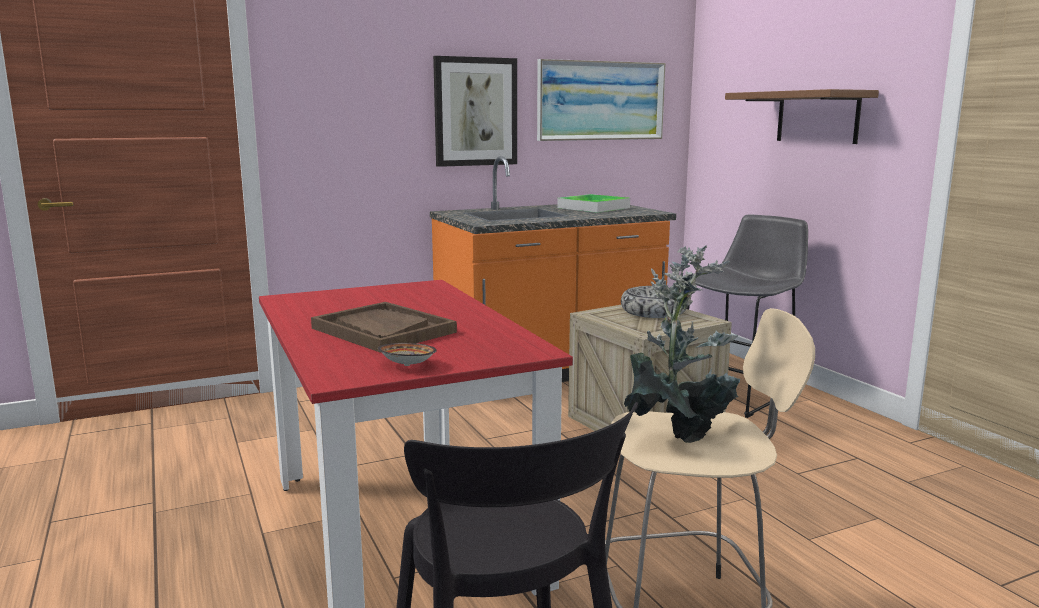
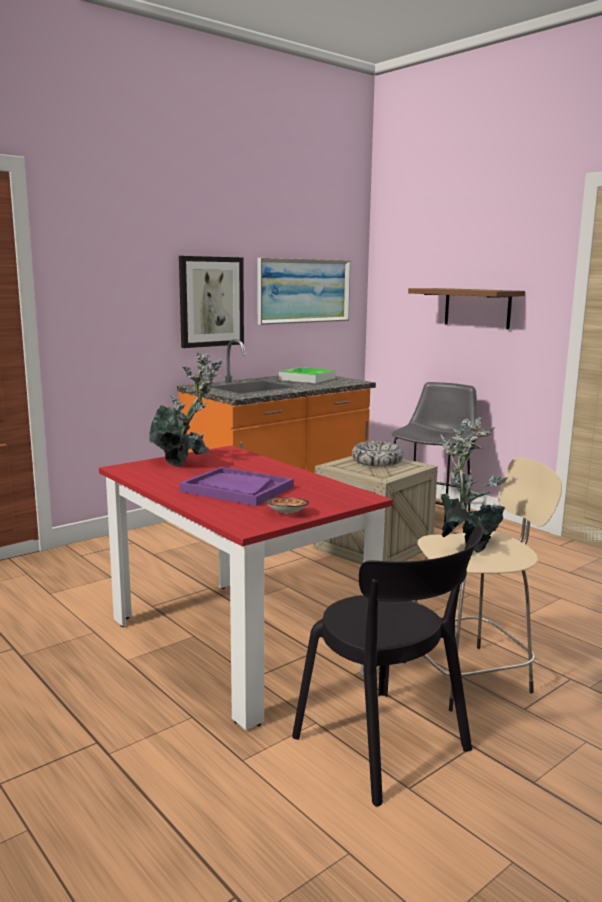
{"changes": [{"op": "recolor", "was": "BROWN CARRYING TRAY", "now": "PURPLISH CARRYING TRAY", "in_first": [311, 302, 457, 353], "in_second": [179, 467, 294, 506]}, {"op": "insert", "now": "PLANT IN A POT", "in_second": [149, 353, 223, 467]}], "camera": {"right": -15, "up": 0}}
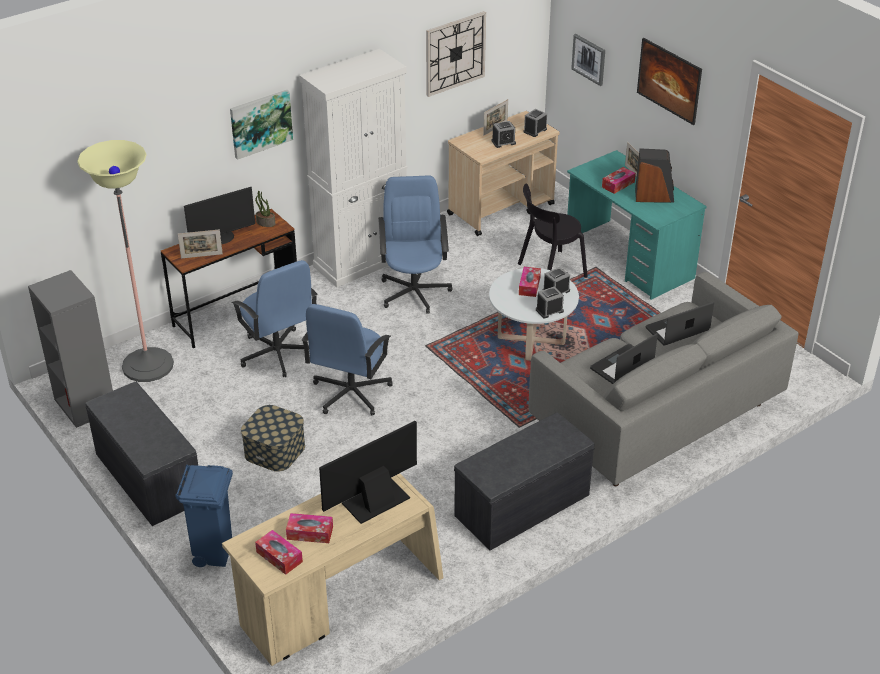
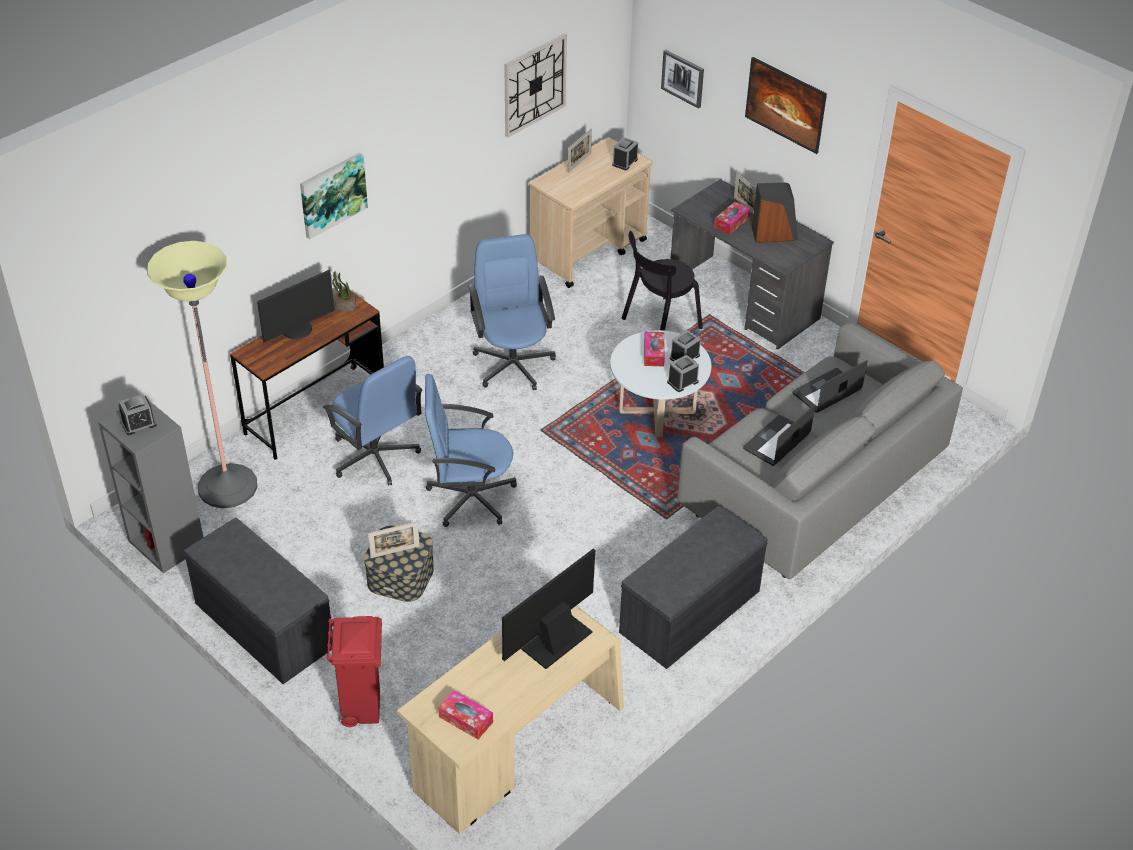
{"changes": [{"op": "recolor", "was": "BLUE-COLOURED RUBBISH BIN", "now": "REDDISH RUBBISH BIN", "in_first": [175, 465, 233, 567], "in_second": [326, 616, 382, 727]}, {"op": "move", "was": "PHOTO FRAME", "in_first": [178, 229, 223, 259], "in_second": [368, 521, 420, 558]}, {"op": "delete", "was": "TISSUE HOLDER", "in_first": [286, 513, 333, 543]}, {"op": "delete", "was": "WHITE STORAGE CABINET", "in_first": [299, 49, 408, 287]}, {"op": "rotate", "was": "BLUE-COLOURED COMPUTER CHAIR", "in_first": [302, 304, 393, 415], "in_second": [425, 374, 517, 527], "clockwise": 75}, {"op": "move", "was": "ALARM CLOCK", "in_first": [492, 121, 516, 148], "in_second": [118, 394, 157, 435]}, {"op": "recolor", "was": "TURQUOISE-COLOURED DESK UNIT", "now": "GRAY DESK UNIT", "in_first": [567, 150, 707, 300], "in_second": [670, 179, 834, 349]}], "camera": {"right": -10, "up": 5}}
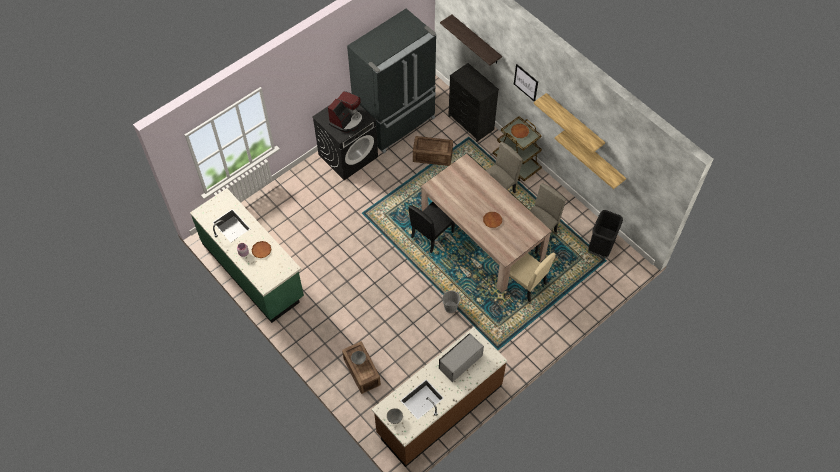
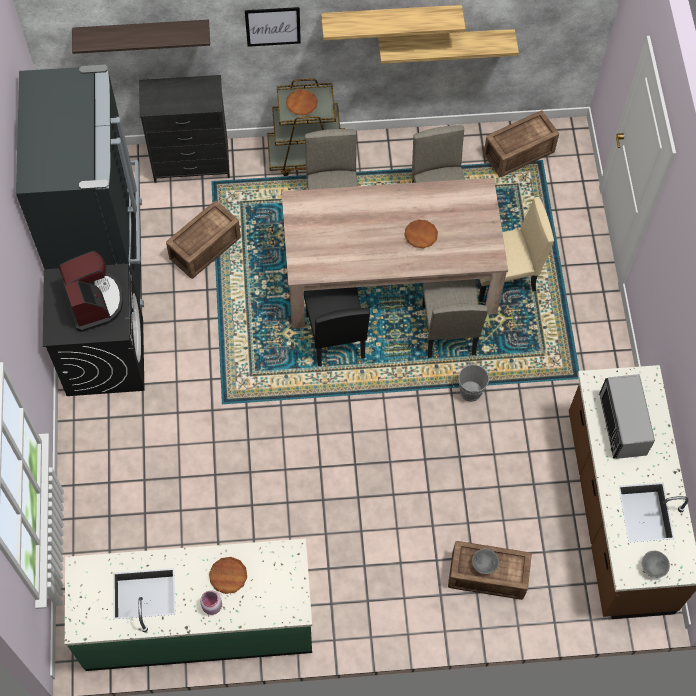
{"changes": [{"op": "replace", "was": "BLACKISH RUBBISH BIN", "now": "SHIPPING CRATE", "in_first": [588, 210, 623, 259], "in_second": [483, 110, 559, 177]}, {"op": "insert", "now": "BEIGE PLAIN CHAIR", "in_second": [422, 279, 488, 358]}], "camera": {"right": -55, "up": 5}}
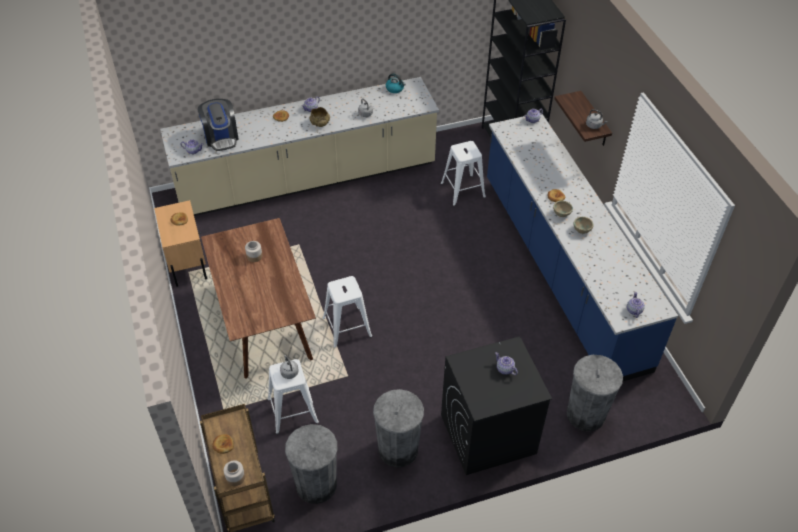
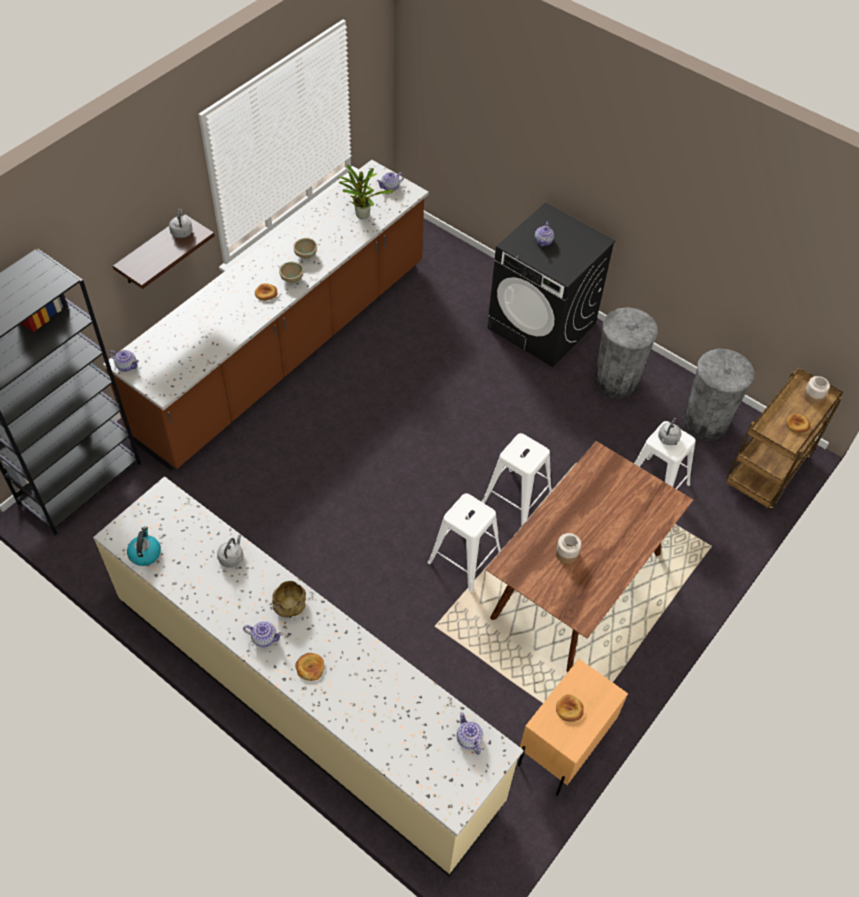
{"changes": [{"op": "delete", "was": "COFFEE BREWER", "in_first": [198, 99, 239, 151]}, {"op": "move", "was": "WHITE STOOL SEAT", "in_first": [441, 141, 486, 206], "in_second": [427, 493, 501, 592]}, {"op": "recolor", "was": "BLUE-COLOURED KITCHEN BASE UNIT", "now": "BROWN KITCHEN BASE UNIT", "in_first": [487, 113, 678, 381], "in_second": [103, 160, 429, 471]}, {"op": "delete", "was": "GRAY RUBBISH BIN", "in_first": [567, 355, 623, 431]}, {"op": "insert", "now": "PLANT IN A POT", "in_second": [338, 165, 393, 219]}], "camera": {"right": -125, "up": 5}}
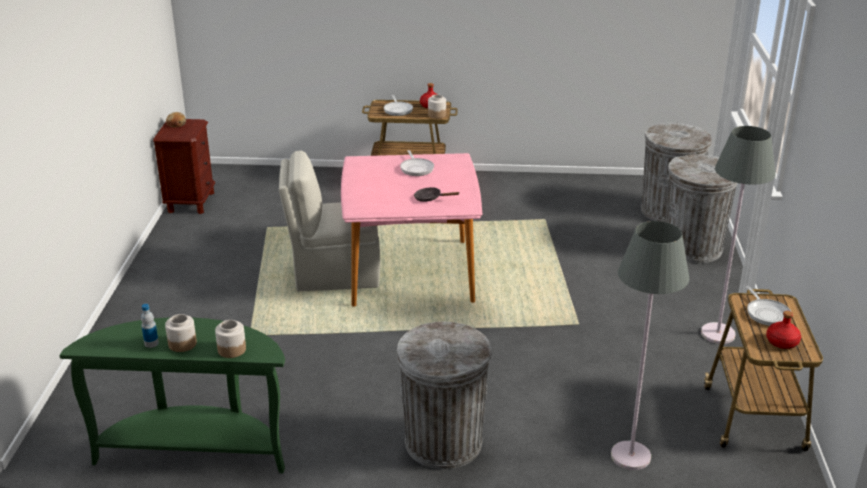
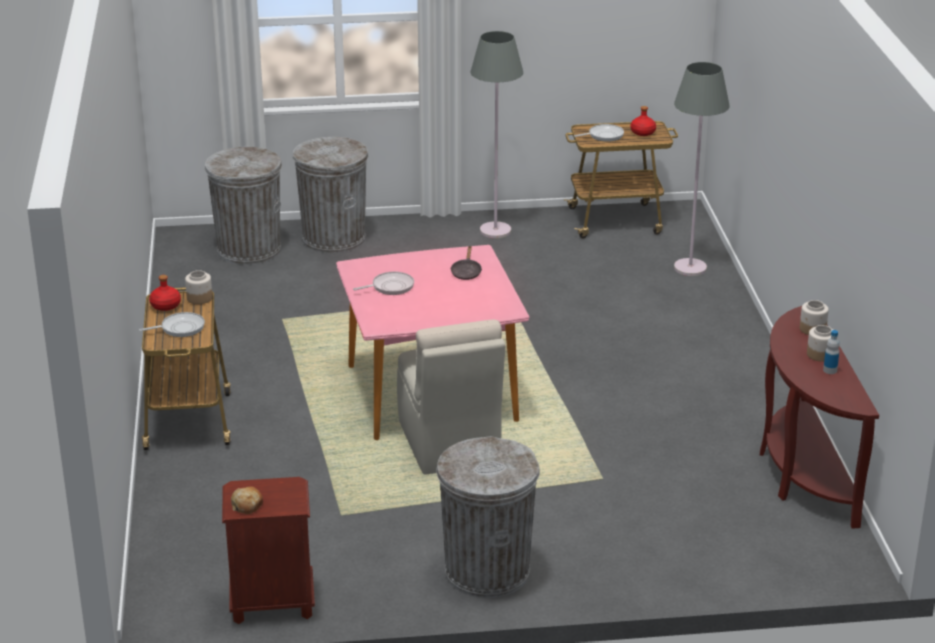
{"changes": [{"op": "recolor", "was": "GREEN-COLOURED HALL TABLE", "now": "BROWN HALL TABLE", "in_first": [59, 317, 285, 473], "in_second": [760, 306, 879, 529]}, {"op": "move", "was": "GRAY RUBBISH BIN", "in_first": [396, 322, 492, 469], "in_second": [436, 436, 540, 598]}], "camera": {"right": -100, "up": 0}}
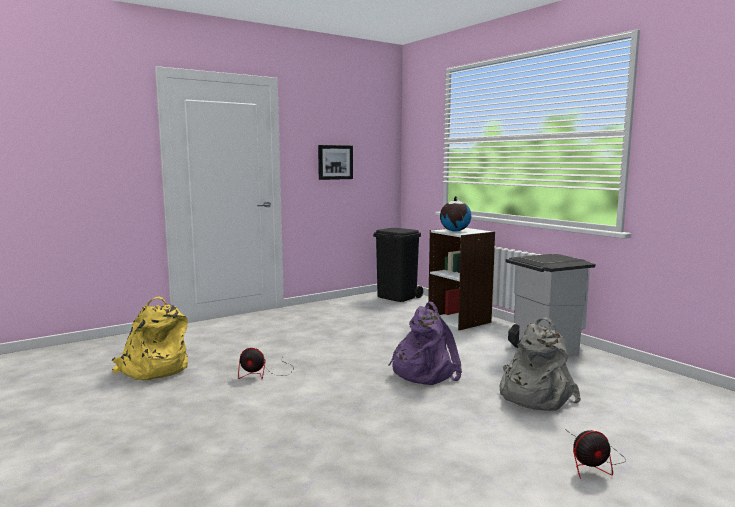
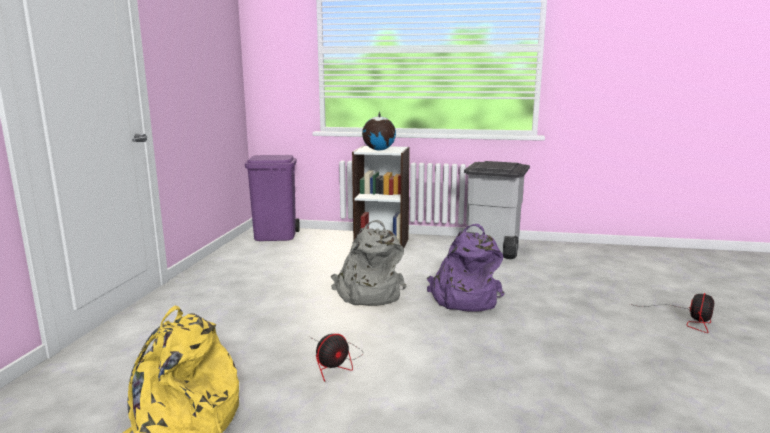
{"changes": [{"op": "delete", "was": "PICTURE", "in_first": [318, 145, 353, 180]}, {"op": "recolor", "was": "BLACKISH RUBBISH BIN", "now": "PURPLISH RUBBISH BIN", "in_first": [373, 228, 423, 302], "in_second": [245, 155, 300, 241]}, {"op": "move", "was": "GRAY BACKPACK", "in_first": [499, 317, 581, 411], "in_second": [331, 220, 407, 306]}], "camera": {"right": -45, "up": 5}}
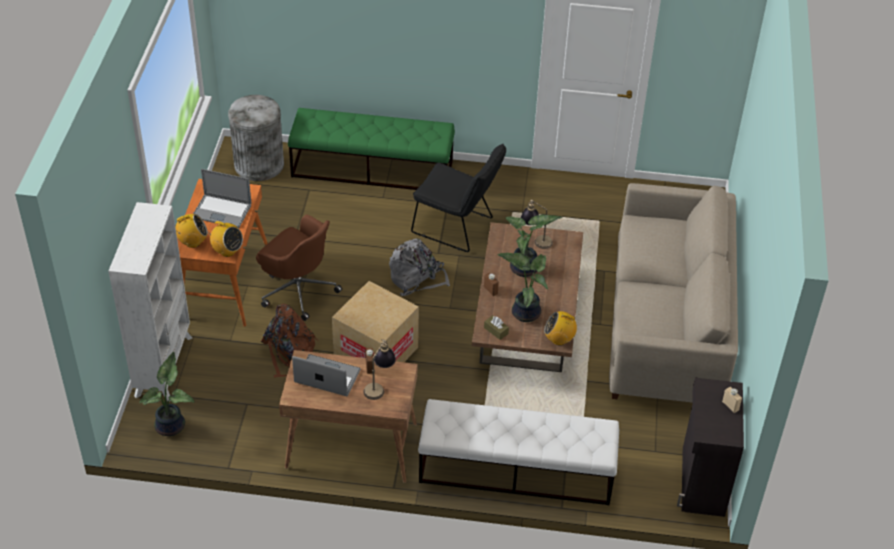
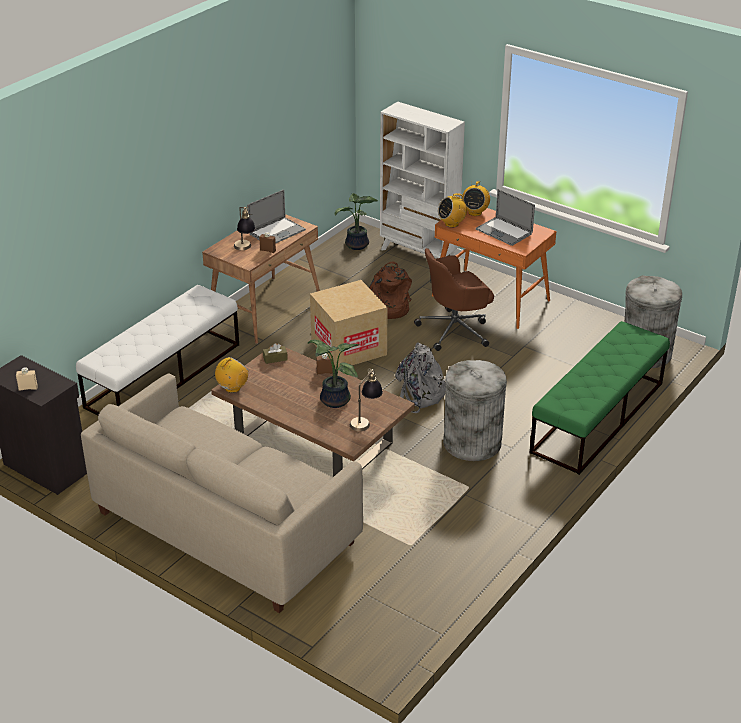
{"changes": [{"op": "rotate", "was": "NOTEBOOK COMPUTER", "in_first": [193, 169, 251, 228], "in_second": [476, 189, 535, 246], "clockwise": -90}, {"op": "replace", "was": "BLACKISH PLAIN CHAIR", "now": "GRAY RUBBISH BIN", "in_first": [411, 143, 506, 252], "in_second": [443, 360, 507, 461]}, {"op": "delete", "was": "PLANT IN A POT", "in_first": [497, 253, 548, 322]}], "camera": {"right": 120, "up": -10}}
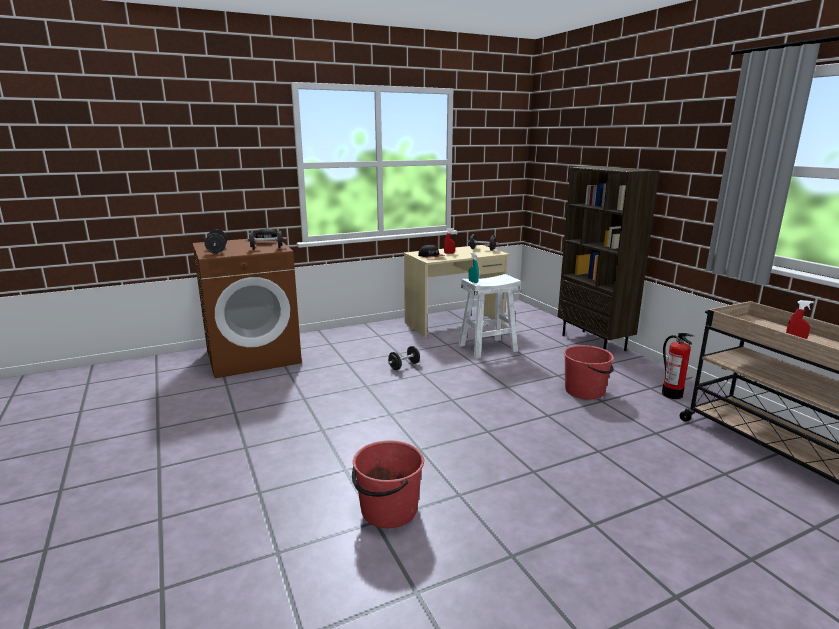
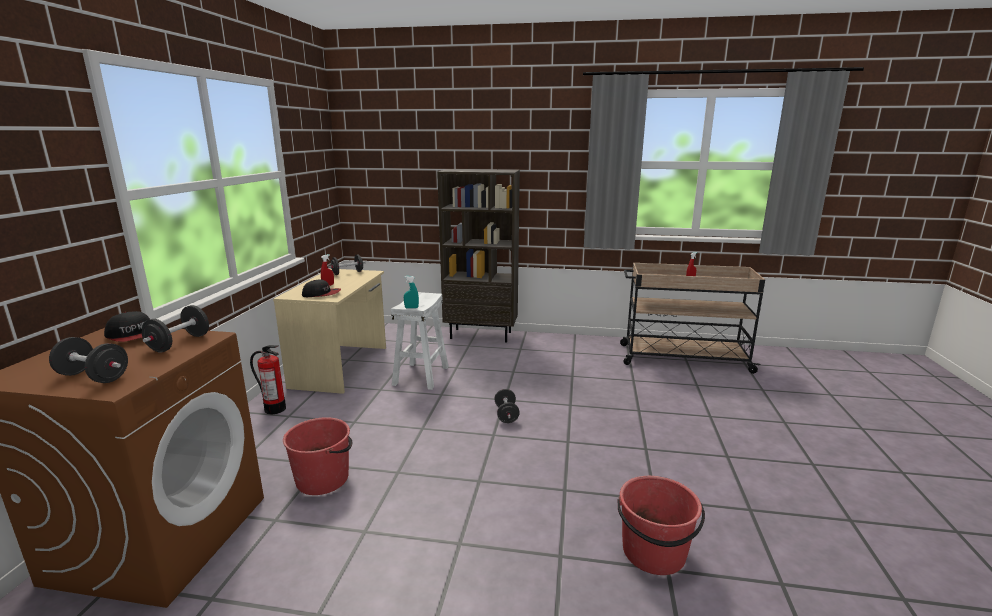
{"changes": [{"op": "move", "was": "BLACKISH DUMBBELL", "in_first": [388, 346, 420, 370], "in_second": [494, 389, 520, 423]}, {"op": "move", "was": "REDDISH WATER BUCKET", "in_first": [564, 345, 614, 399], "in_second": [283, 417, 353, 495]}, {"op": "move", "was": "FIRE-FIGHTING CYLINDER", "in_first": [662, 333, 694, 399], "in_second": [250, 345, 286, 414]}], "camera": {"right": -55, "up": 0}}
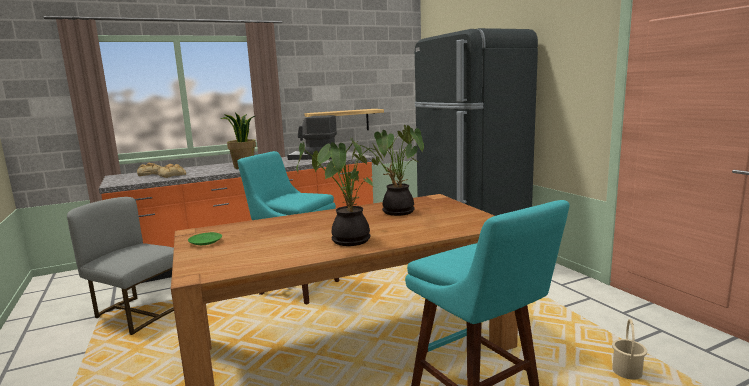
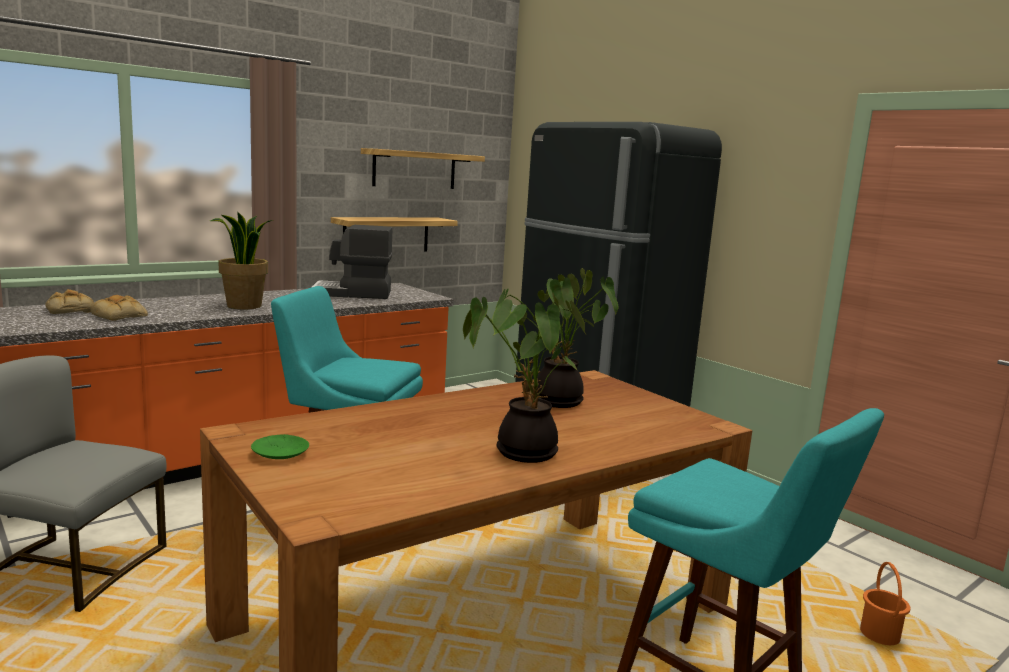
{"changes": [{"op": "recolor", "was": "BEIGE WATER BUCKET", "now": "ORANGE-COLOURED WATER BUCKET", "in_first": [612, 319, 647, 380], "in_second": [860, 562, 911, 645]}, {"op": "insert", "now": "SHELF", "in_second": [361, 148, 485, 189]}], "camera": {"right": -15, "up": 0}}
